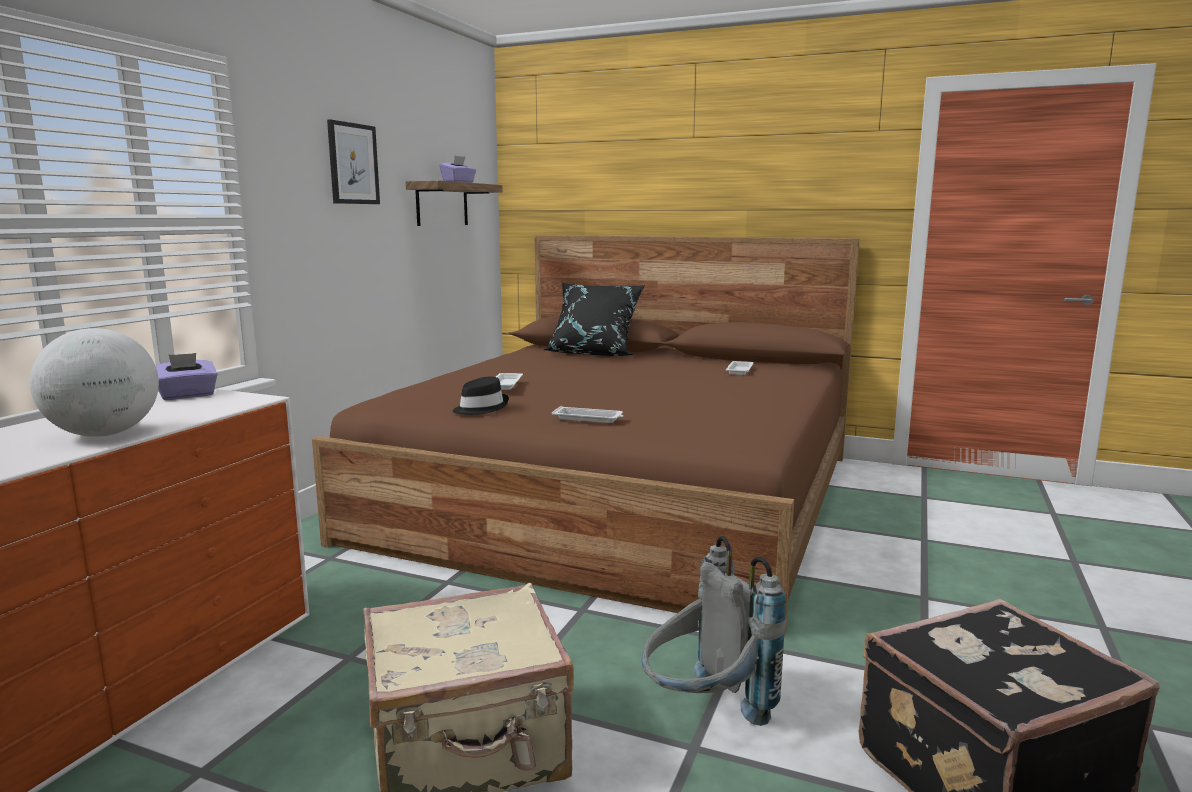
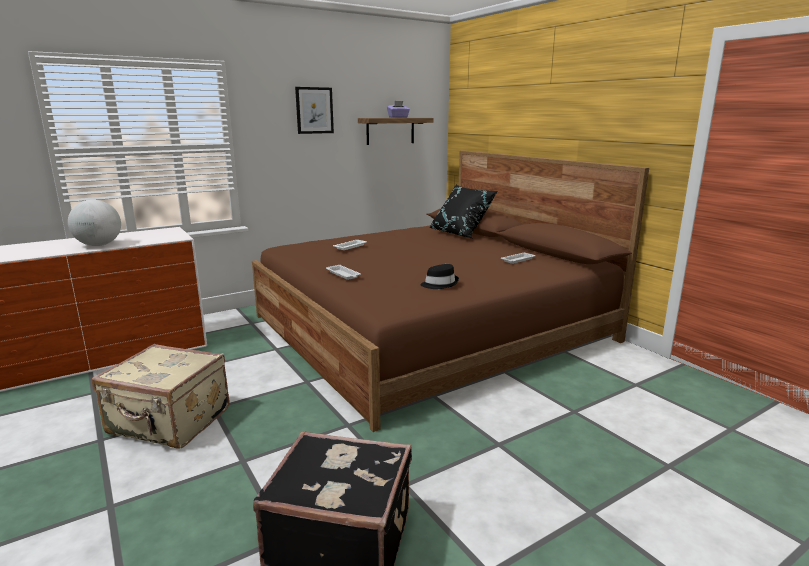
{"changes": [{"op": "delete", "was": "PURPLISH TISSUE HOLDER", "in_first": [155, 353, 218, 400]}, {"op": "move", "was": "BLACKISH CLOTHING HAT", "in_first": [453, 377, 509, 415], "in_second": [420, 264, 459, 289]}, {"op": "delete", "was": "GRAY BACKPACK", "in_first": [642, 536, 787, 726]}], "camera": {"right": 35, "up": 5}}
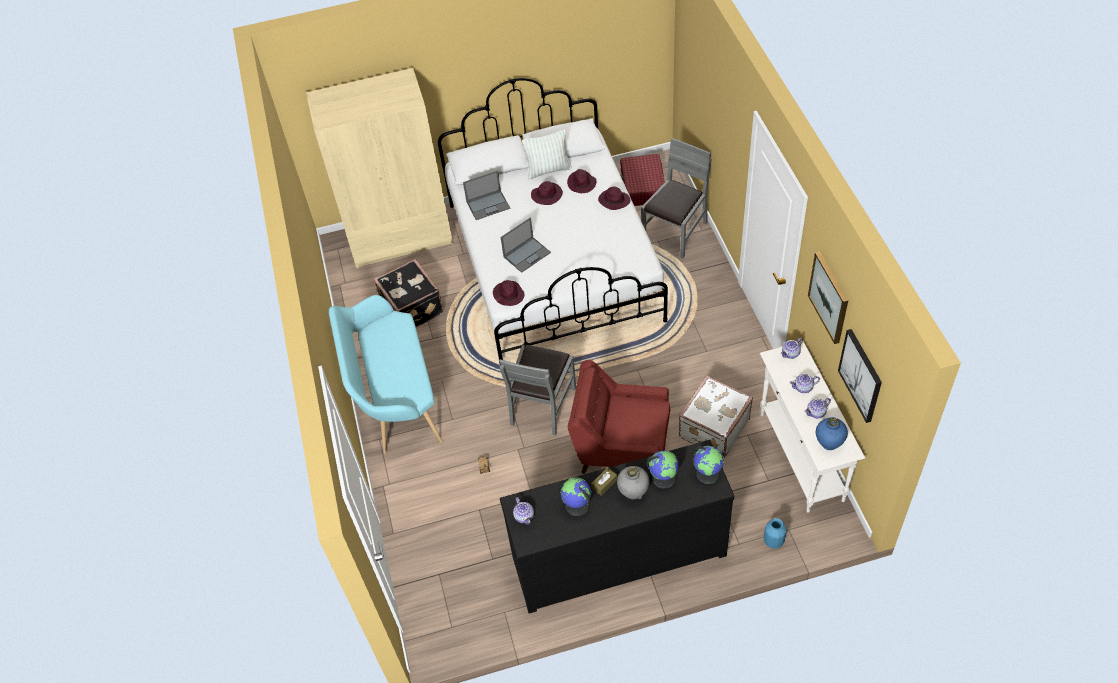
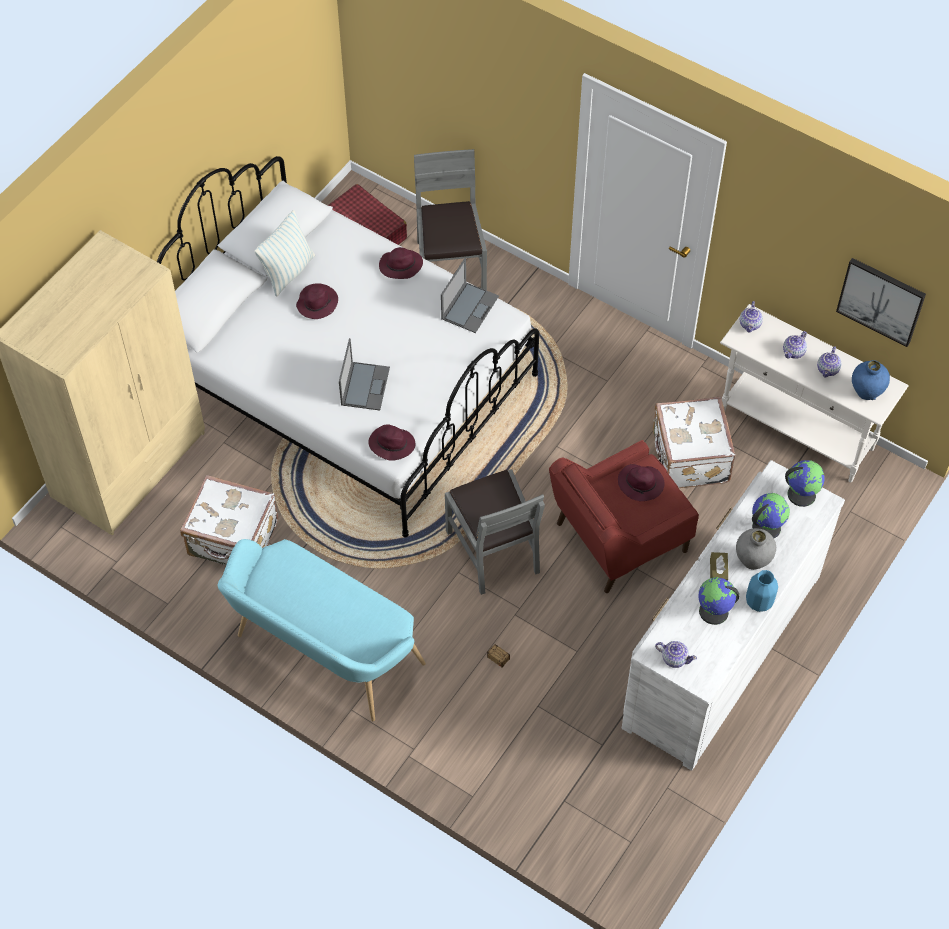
{"changes": [{"op": "recolor", "was": "BLACKISH TRAVEL CASE", "now": "WHITE TRAVEL CASE", "in_first": [374, 259, 444, 327], "in_second": [180, 475, 278, 565]}, {"op": "move", "was": "NOTEBOOK COMPUTER", "in_first": [463, 171, 510, 220], "in_second": [441, 258, 499, 333]}, {"op": "recolor", "was": "BLACKISH CHEST OF DRAWERS", "now": "WHITE CHEST OF DRAWERS", "in_first": [500, 440, 734, 614], "in_second": [622, 460, 845, 771]}, {"op": "move", "was": "PURPLISH CLOTHING HAT", "in_first": [567, 169, 596, 193], "in_second": [618, 464, 665, 501]}, {"op": "move", "was": "BLUE-COLOURED DECORATIVE VASE", "in_first": [764, 518, 786, 549], "in_second": [746, 570, 778, 612]}, {"op": "delete", "was": "PICTURE", "in_first": [808, 252, 848, 344]}], "camera": {"right": -45, "up": 5}}
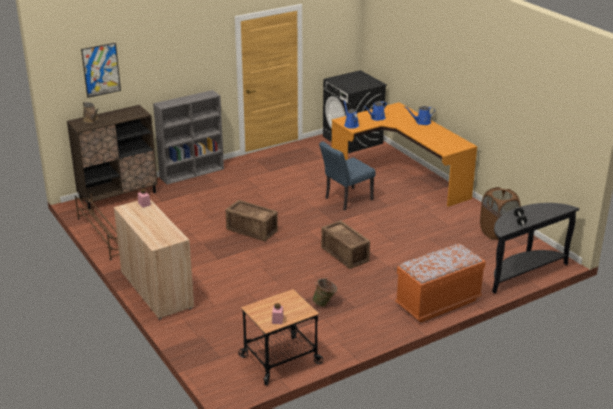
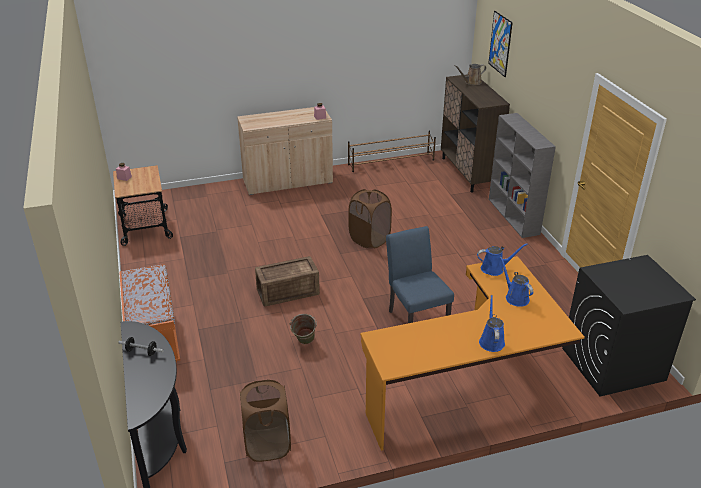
{"changes": [{"op": "replace", "was": "SHIPPING CRATE", "now": "BROWN HAMPER", "in_first": [226, 200, 278, 241], "in_second": [349, 189, 392, 248]}, {"op": "move", "was": "GREEN-COLOURED WATER BUCKET", "in_first": [312, 278, 337, 307], "in_second": [290, 314, 317, 344]}], "camera": {"right": 105, "up": 5}}
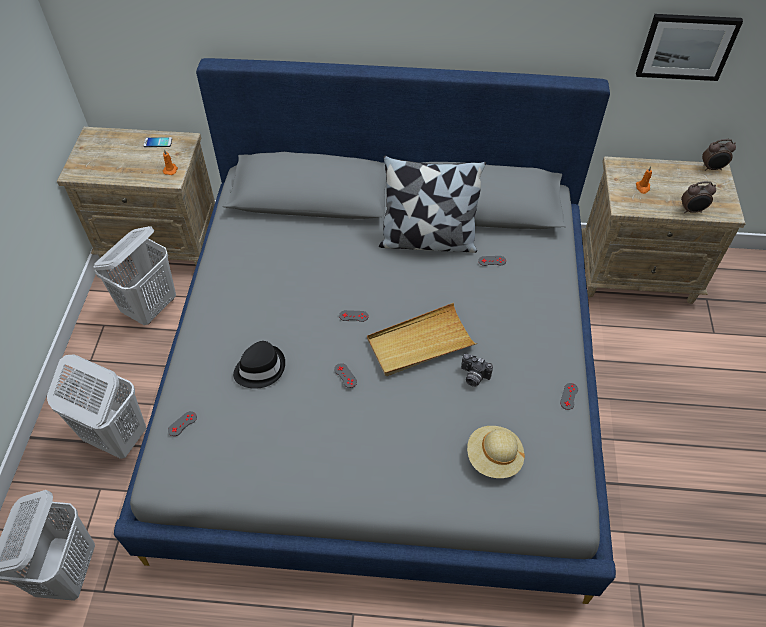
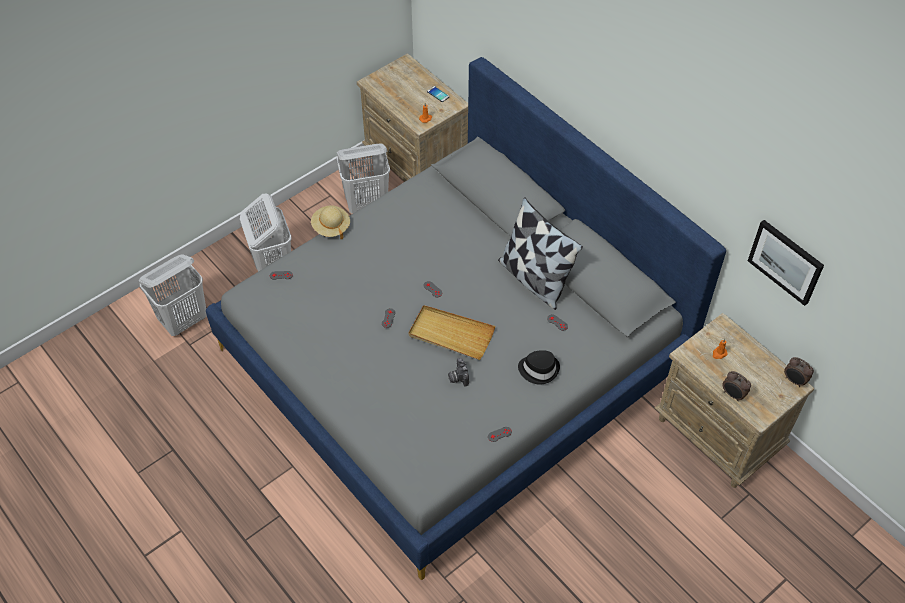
{"changes": [{"op": "move", "was": "BLACKISH CLOTHING HAT", "in_first": [233, 341, 285, 389], "in_second": [518, 350, 560, 385]}, {"op": "move", "was": "BEIGE CLOTHING HAT", "in_first": [467, 426, 525, 478], "in_second": [311, 205, 350, 239]}], "camera": {"right": 45, "up": 0}}
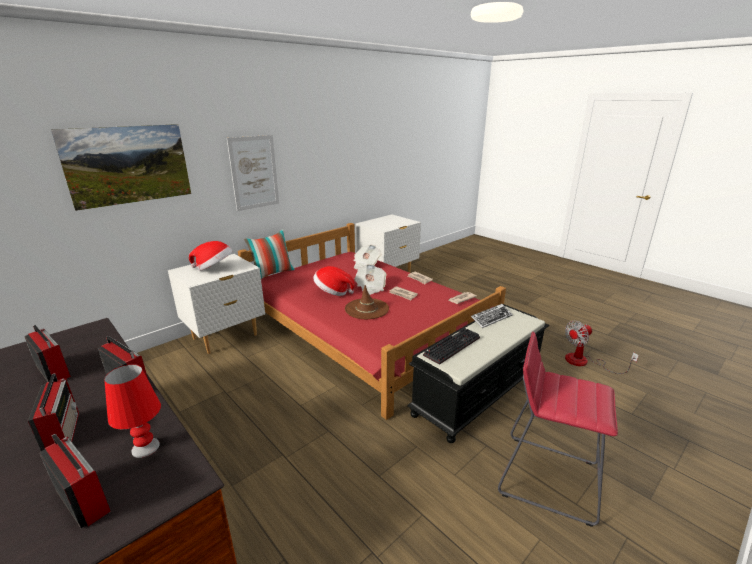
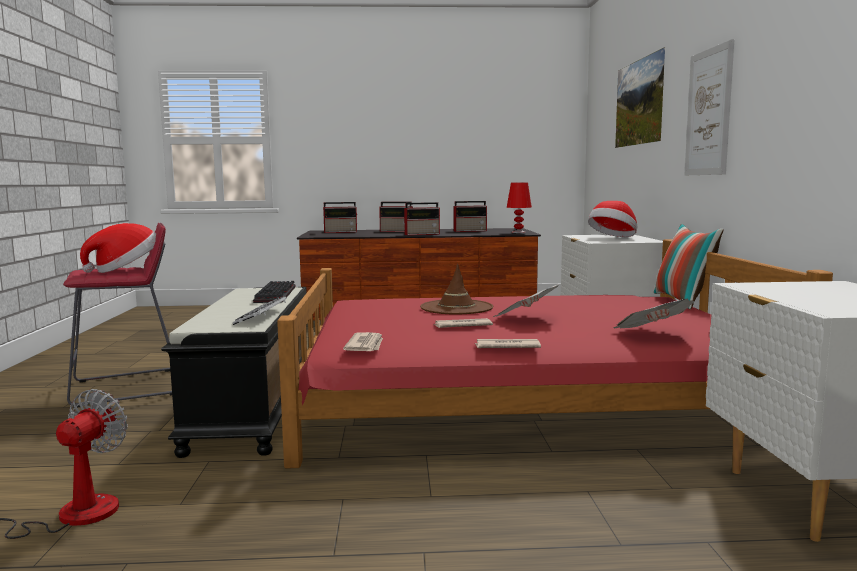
{"changes": [{"op": "move", "was": "REDDISH TABLETOP LAMP", "in_first": [104, 364, 161, 458], "in_second": [507, 182, 532, 233]}, {"op": "move", "was": "CLOTHING HAT", "in_first": [313, 266, 355, 296], "in_second": [80, 223, 156, 273]}], "camera": {"right": 130, "up": -15}}
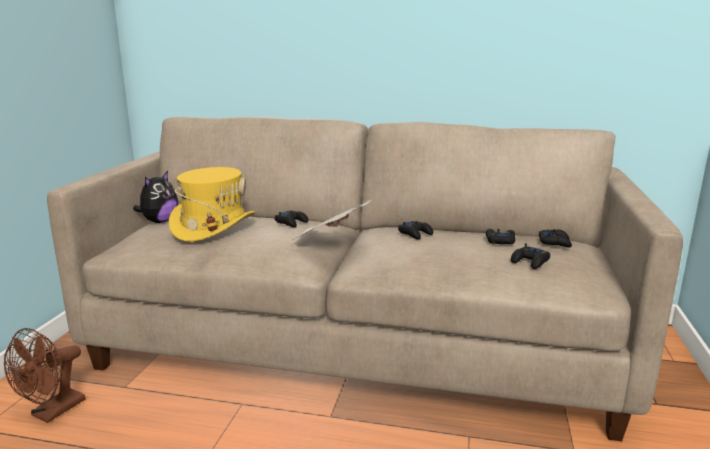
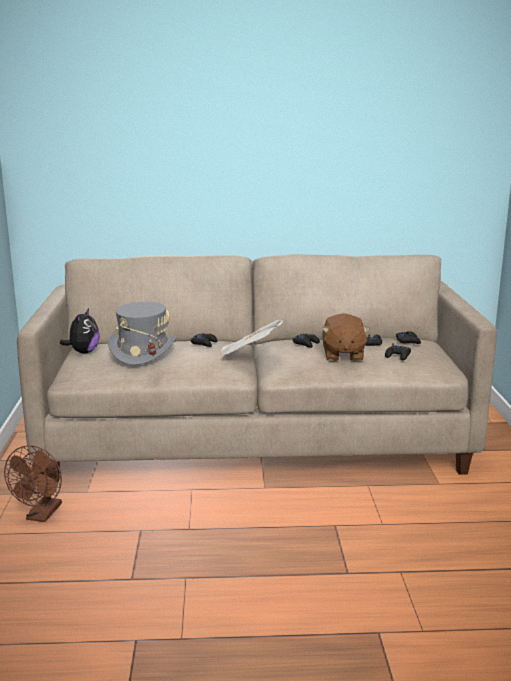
{"changes": [{"op": "recolor", "was": "YELLOW CLOTHING HAT", "now": "GRAY CLOTHING HAT", "in_first": [169, 167, 256, 242], "in_second": [108, 302, 177, 365]}, {"op": "insert", "now": "BROWN CUDDLY TOY", "in_second": [322, 313, 370, 362]}], "camera": {"right": -15, "up": 0}}
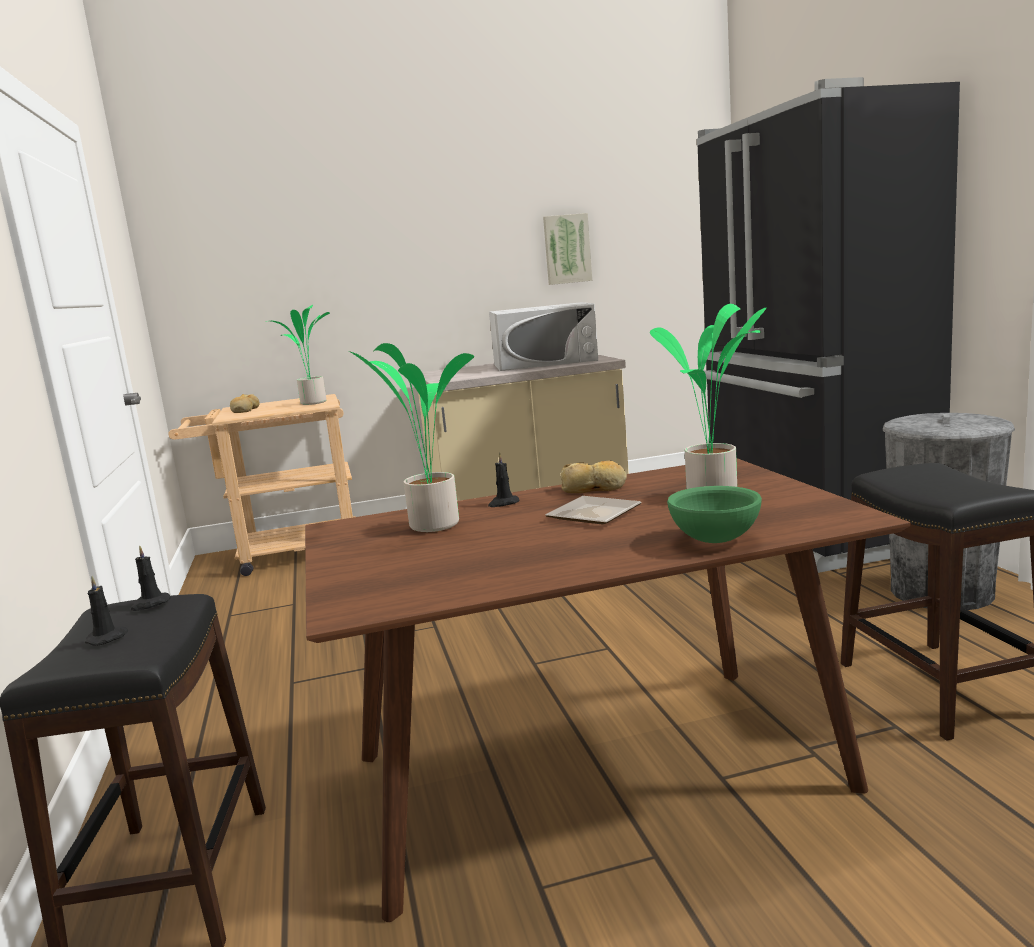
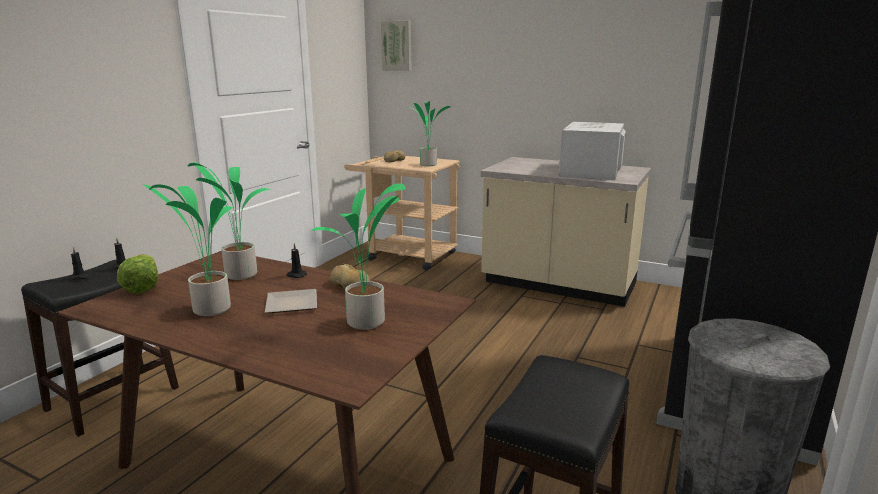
{"changes": [{"op": "rotate", "was": "WHITE KITCHEN MICROWAVE", "in_first": [489, 302, 598, 371], "in_second": [559, 122, 626, 180], "clockwise": 75}, {"op": "move", "was": "PICTURE", "in_first": [543, 213, 592, 285], "in_second": [381, 21, 412, 71]}, {"op": "delete", "was": "GREEN-COLOURED BOWL", "in_first": [667, 486, 762, 543]}, {"op": "insert", "now": "LETTUCE HEAD", "in_second": [117, 254, 158, 294]}, {"op": "insert", "now": "PLANT IN A POT", "in_second": [142, 184, 234, 316]}], "camera": {"right": 40, "up": 5}}
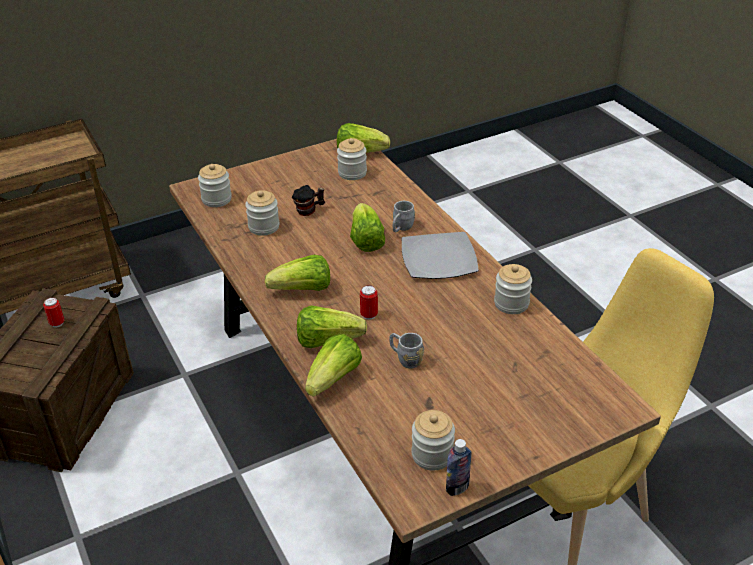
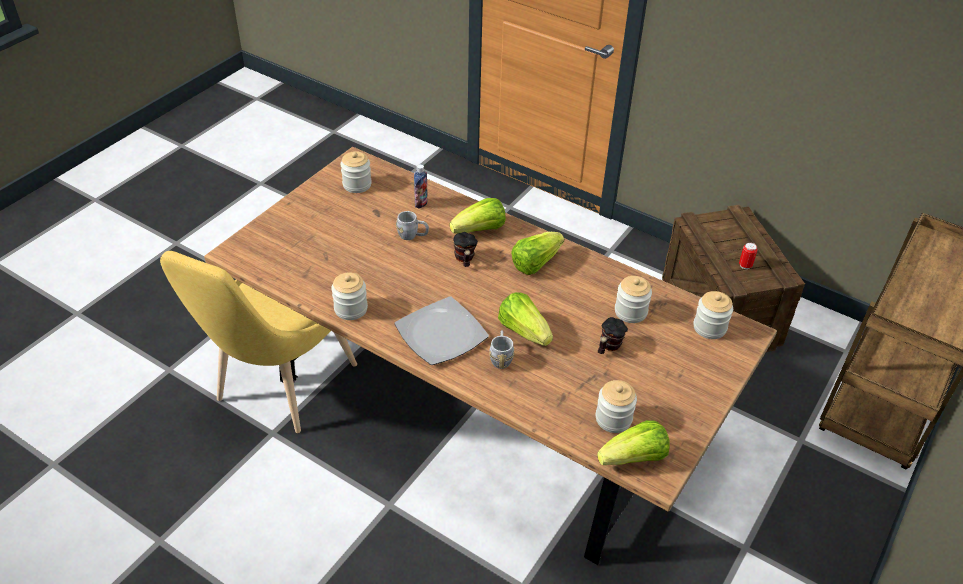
{"changes": [{"op": "delete", "was": "LETTUCE HEAD", "in_first": [305, 334, 362, 397]}, {"op": "replace", "was": "METAL CAN", "now": "COFFEE MUG", "in_first": [360, 285, 378, 320], "in_second": [453, 232, 478, 267]}, {"op": "move", "was": "BOTTLE", "in_first": [446, 439, 472, 496], "in_second": [414, 164, 428, 208]}], "camera": {"right": 150, "up": 5}}
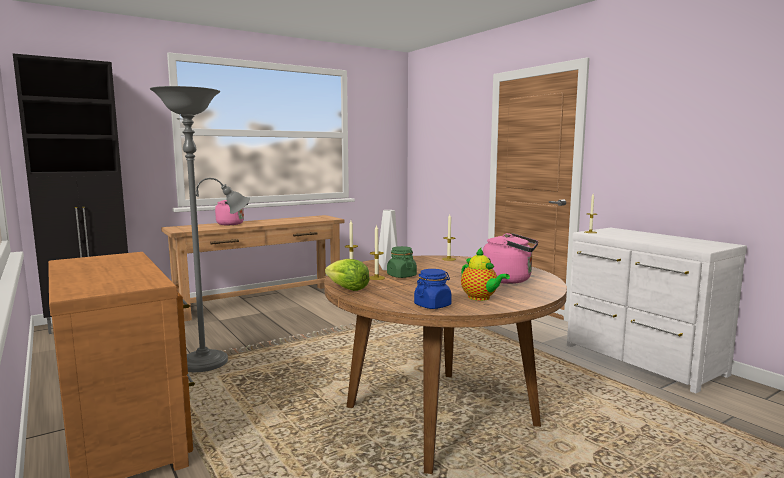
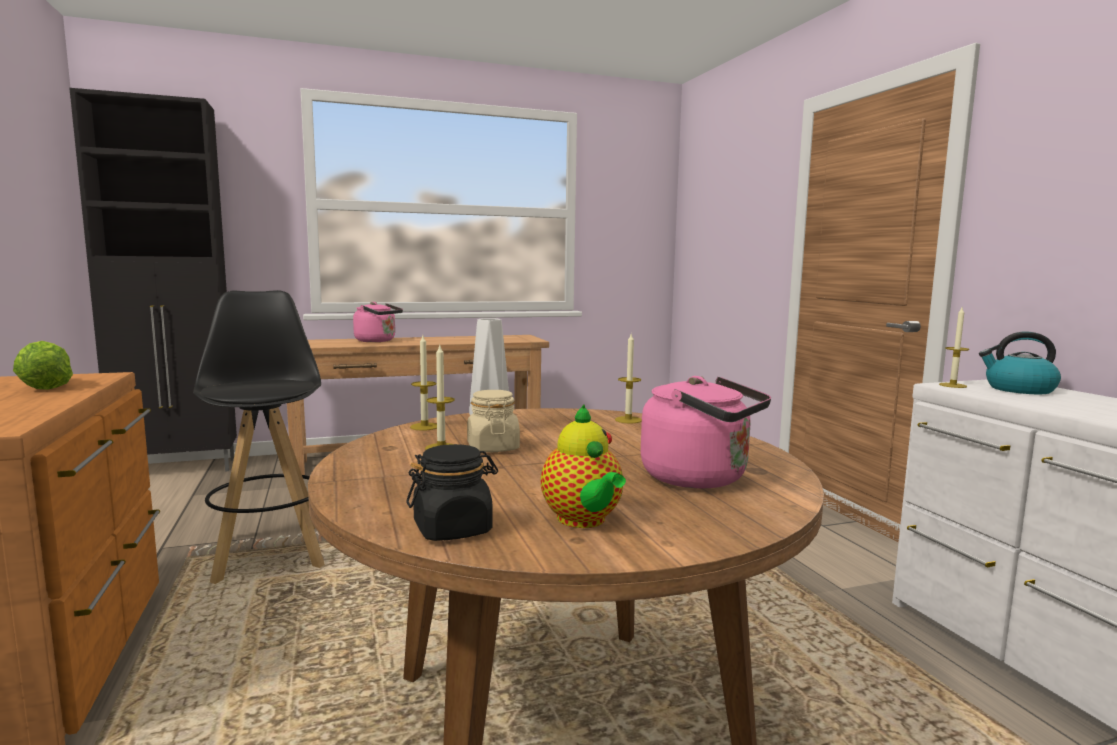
{"changes": [{"op": "replace", "was": "GRAY STANDING LAMP", "now": "BLACKISH STOOL SEAT", "in_first": [150, 86, 250, 372], "in_second": [193, 290, 325, 584]}, {"op": "move", "was": "LETTUCE HEAD", "in_first": [325, 259, 369, 291], "in_second": [13, 341, 73, 390]}, {"op": "recolor", "was": "GREEN-COLOURED STORAGE JAR", "now": "BEIGE STORAGE JAR", "in_first": [387, 246, 417, 278], "in_second": [467, 390, 520, 452]}, {"op": "recolor", "was": "BLUE-COLOURED STORAGE JAR", "now": "BLACKISH STORAGE JAR", "in_first": [414, 269, 452, 309], "in_second": [406, 444, 498, 541]}, {"op": "insert", "now": "KETTLE", "in_second": [979, 332, 1061, 394]}], "camera": {"right": 15, "up": 0}}
